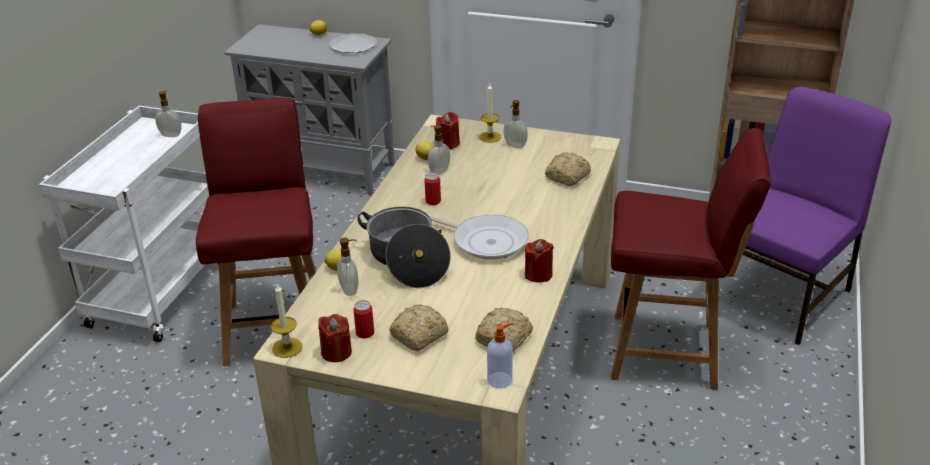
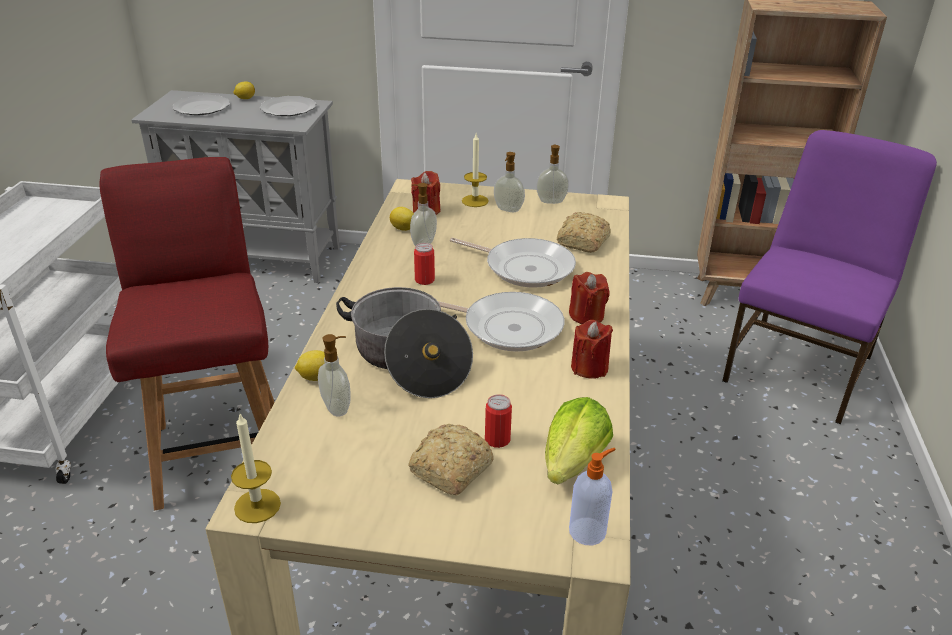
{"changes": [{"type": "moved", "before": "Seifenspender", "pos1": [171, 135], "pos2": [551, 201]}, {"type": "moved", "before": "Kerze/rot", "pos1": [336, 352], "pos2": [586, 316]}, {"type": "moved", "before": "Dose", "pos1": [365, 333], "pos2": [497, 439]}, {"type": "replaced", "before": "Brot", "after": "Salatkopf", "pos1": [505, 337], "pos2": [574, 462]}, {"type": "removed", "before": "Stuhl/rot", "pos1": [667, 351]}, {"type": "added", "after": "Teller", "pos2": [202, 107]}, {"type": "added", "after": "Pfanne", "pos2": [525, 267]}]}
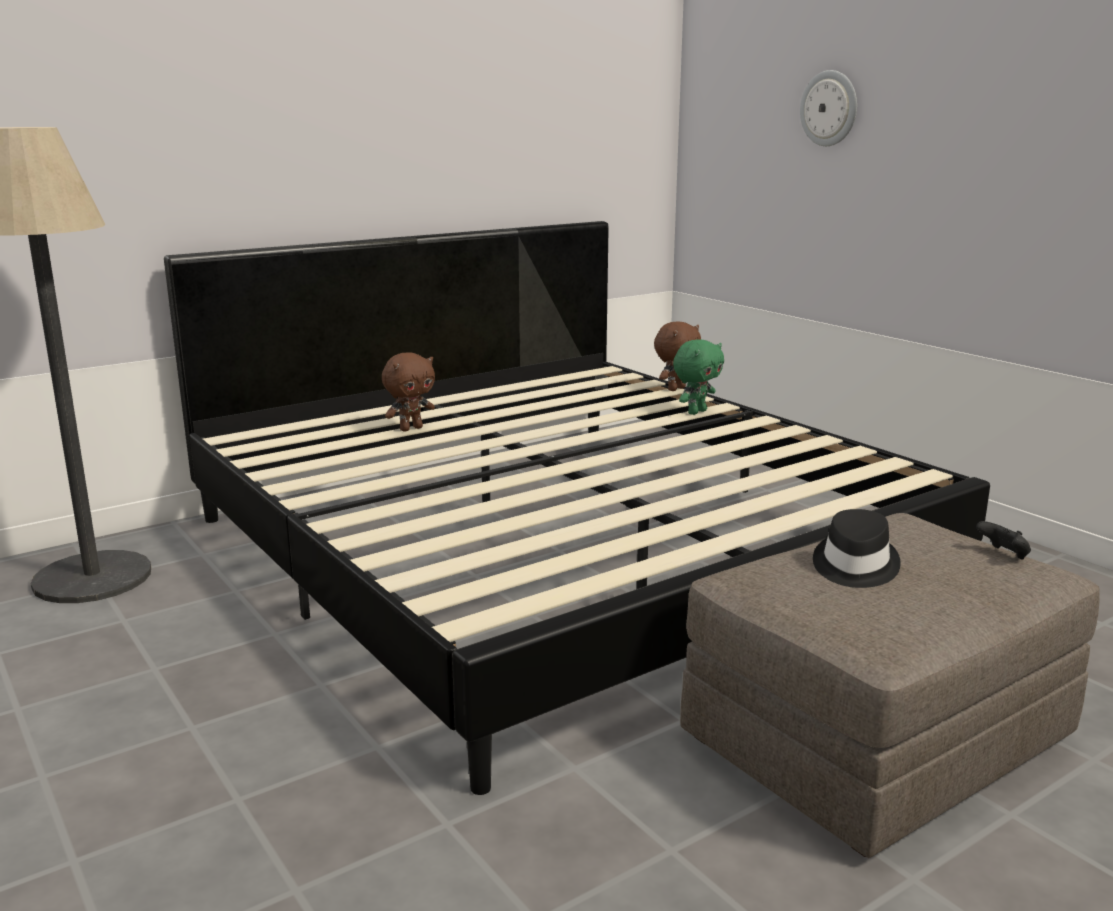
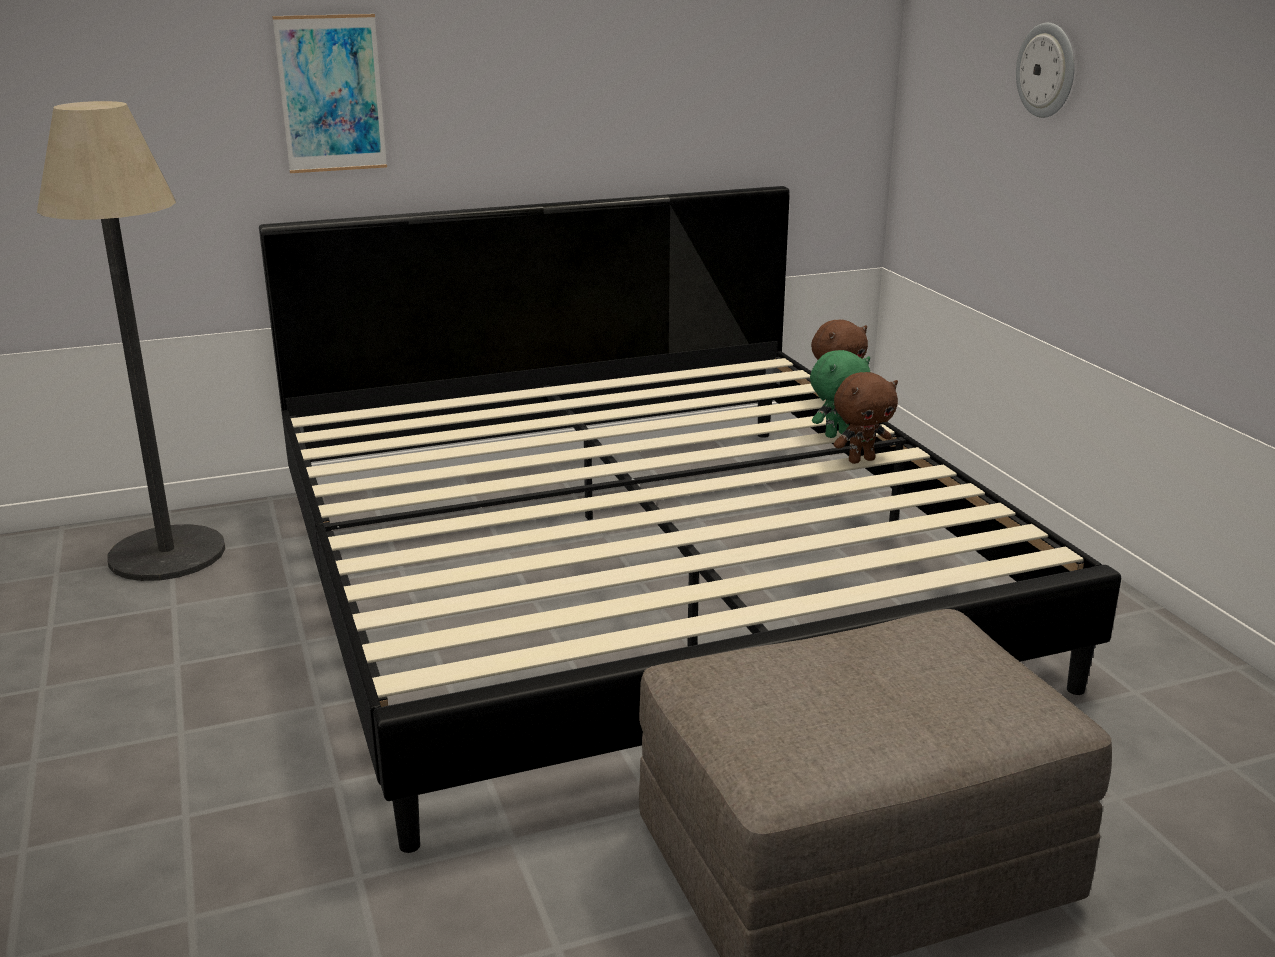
{"changes": [{"type": "moved", "before": "Plüschtier/braun", "pos1": [411, 428], "pos2": [861, 460]}, {"type": "removed", "before": "Hut/schwarz", "pos1": [854, 566]}, {"type": "removed", "before": "Gamepad/schwarz", "pos1": [1003, 555]}, {"type": "added", "after": "Bild", "pos2": [331, 94]}]}
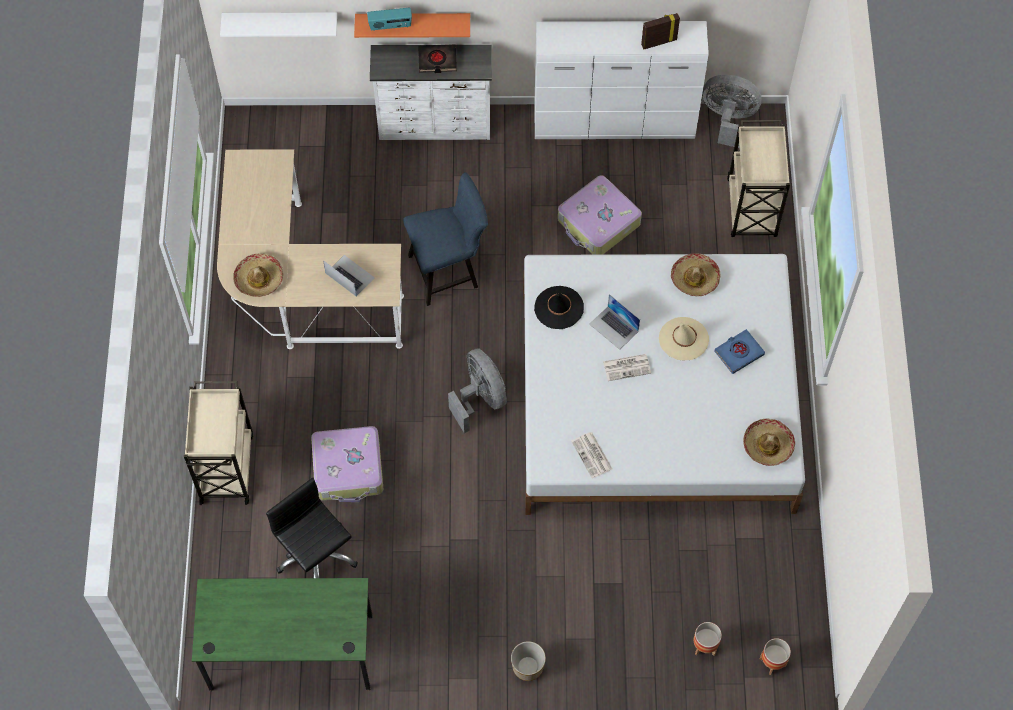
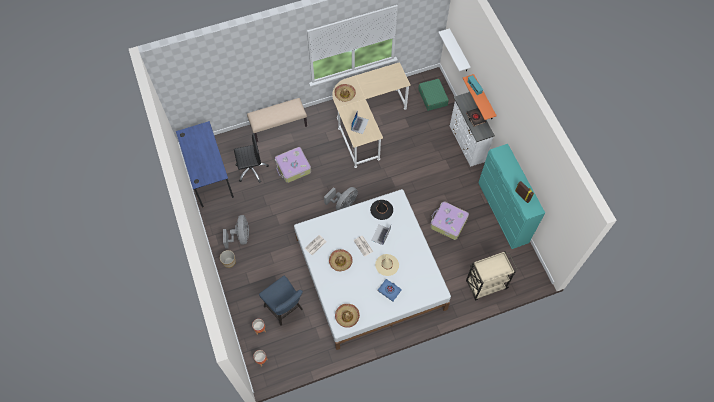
{"changes": [{"type": "replaced", "before": "Rollwagen/beige", "after": "Bank/beige", "pos1": [226, 466], "pos2": [279, 126]}, {"type": "recoloured", "before": "Schreibtisch/grün", "after": "Schreibtisch/blau", "pos1": [291, 652], "pos2": [209, 175]}, {"type": "turned", "before": "Bürostuhl/schwarz", "pos1": [316, 556], "pos2": [251, 169], "turn": 45}, {"type": "moved", "before": "Stuhl/blau", "pos1": [449, 271], "pos2": [285, 309]}, {"type": "recoloured", "before": "Kommode/weiß", "after": "Kommode/türkis", "pos1": [615, 125], "pos2": [502, 213]}, {"type": "moved", "before": "Hut", "pos1": [695, 278], "pos2": [340, 261]}, {"type": "moved", "before": "Ventilator/grau", "pos1": [729, 120], "pos2": [240, 237]}, {"type": "added", "after": "Koffer/grün", "pos2": [432, 97]}]}
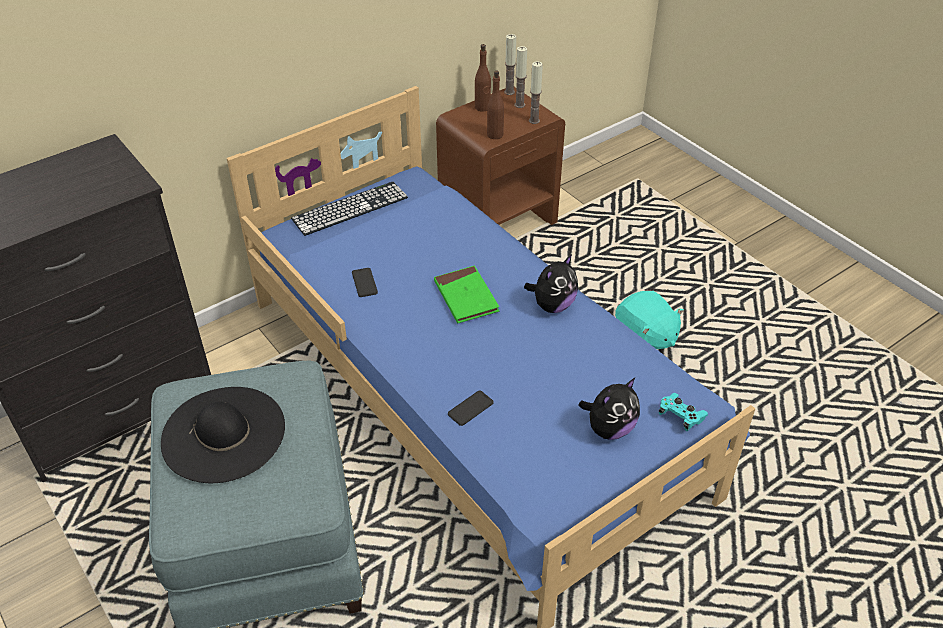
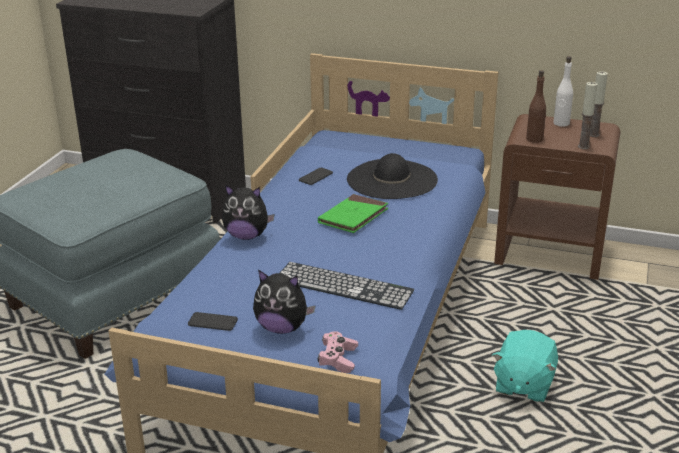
{"changes": [{"type": "moved", "before": "Hut/schwarz", "pos1": [224, 433], "pos2": [392, 179]}, {"type": "moved", "before": "Tastatur", "pos1": [350, 208], "pos2": [343, 285]}, {"type": "moved", "before": "Handy", "pos1": [470, 408], "pos2": [212, 322]}, {"type": "recoloured", "before": "Flasche/braun", "after": "Flasche/weiß", "pos1": [482, 107], "pos2": [561, 123]}, {"type": "removed", "before": "Kerze", "pos1": [509, 92]}, {"type": "moved", "before": "Plüschtier", "pos1": [552, 305], "pos2": [247, 236]}, {"type": "recoloured", "before": "Gamepad/türkis", "after": "Gamepad/rosa", "pos1": [680, 416], "pos2": [338, 359]}]}
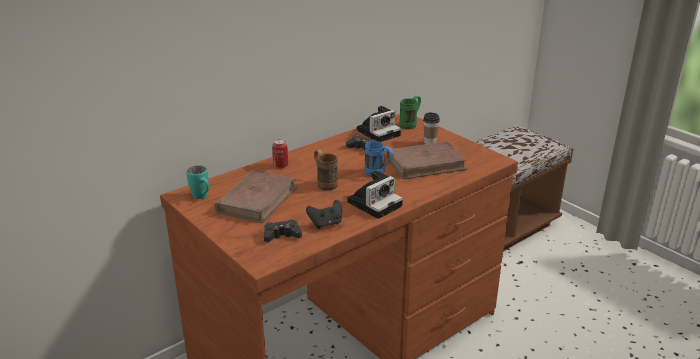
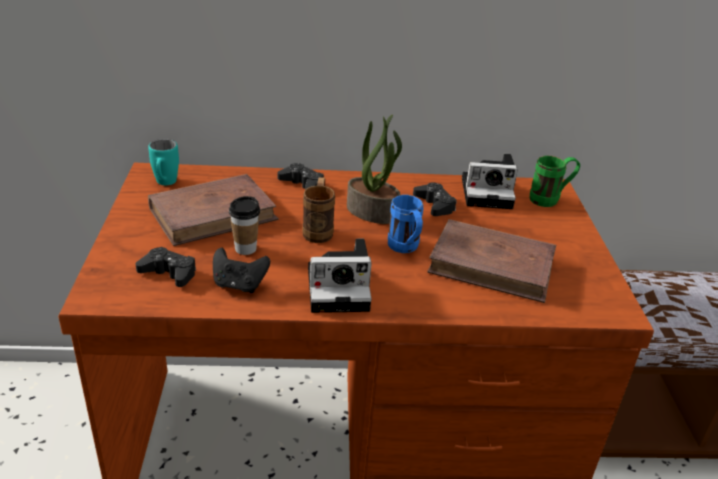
{"changes": [{"type": "replaced", "before": "Dose", "after": "Gamepad/schwarz", "pos1": [280, 165], "pos2": [302, 184]}, {"type": "moved", "before": "Tasse", "pos1": [430, 142], "pos2": [245, 249]}, {"type": "added", "after": "Topfpflanze", "pos2": [373, 212]}]}
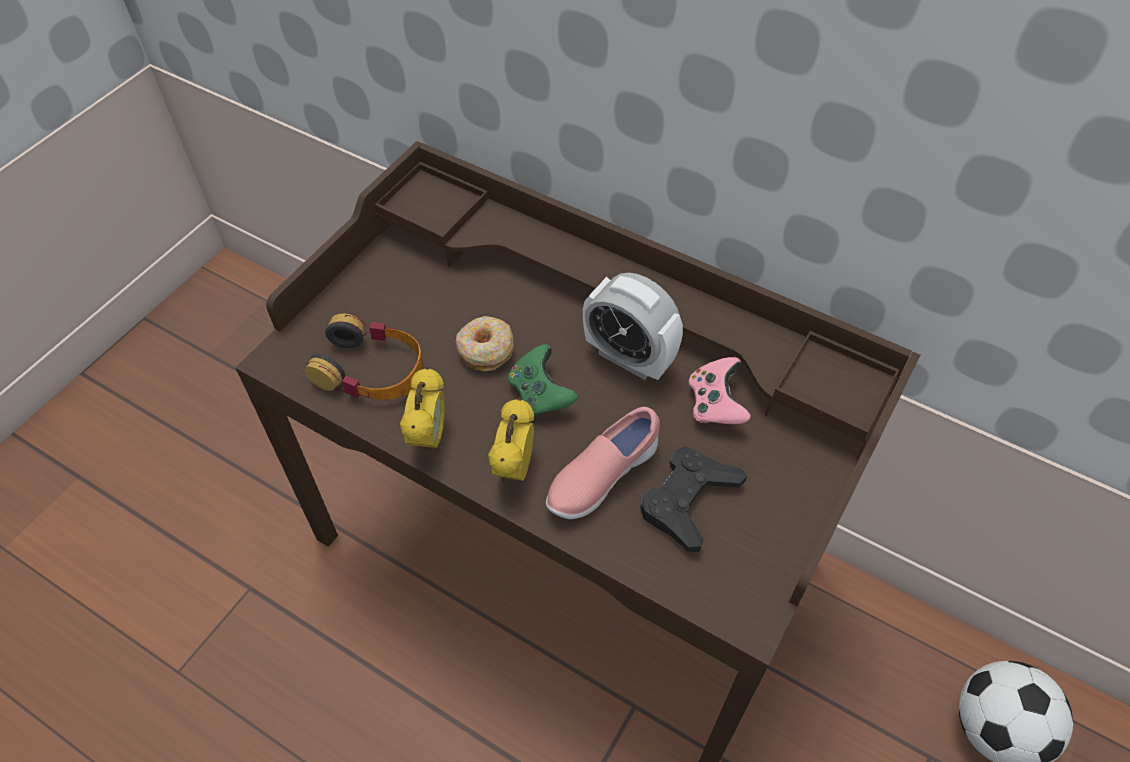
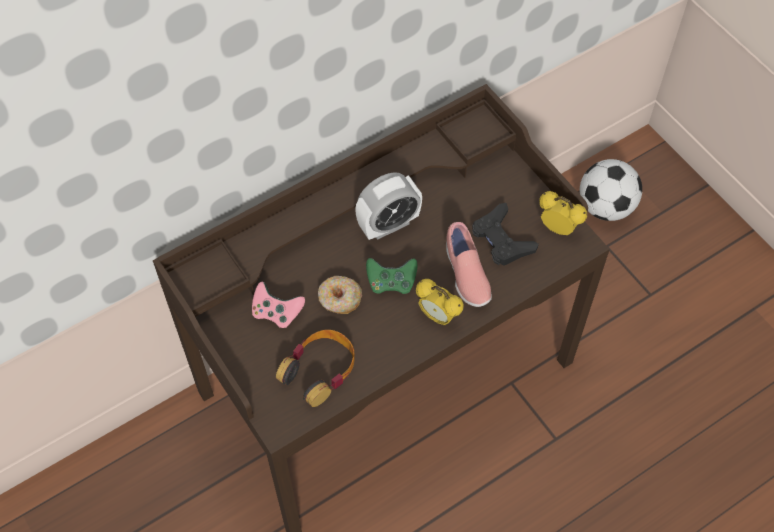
{"changes": [{"type": "moved", "before": "Wecker", "pos1": [429, 437], "pos2": [558, 228]}, {"type": "moved", "before": "Gamepad/rosa", "pos1": [715, 404], "pos2": [276, 312]}]}
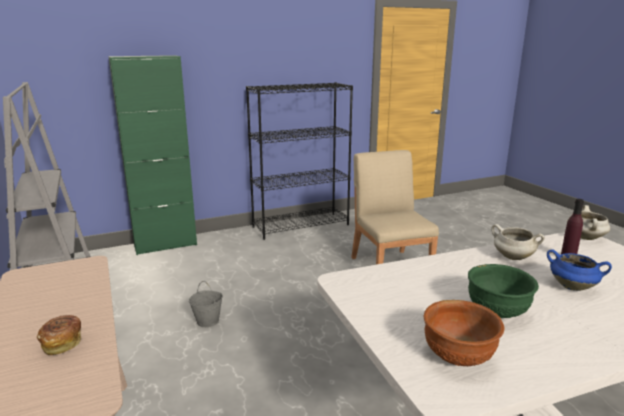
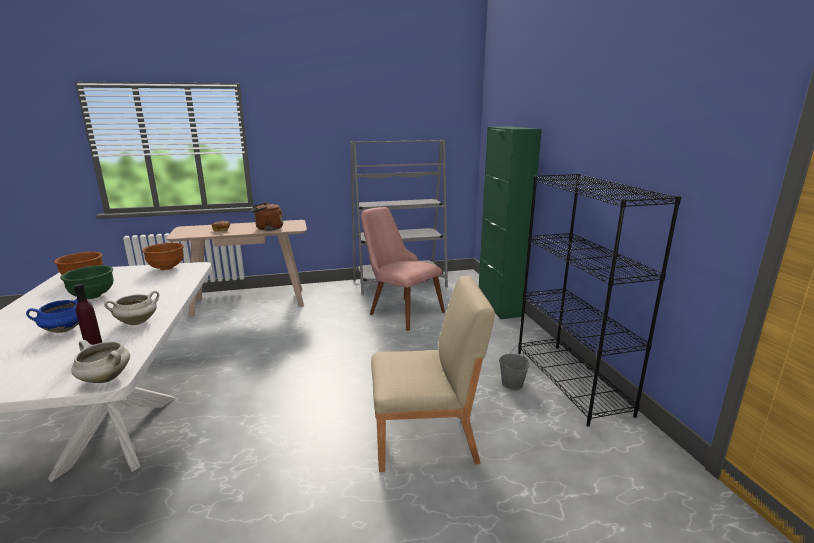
{"changes": [{"type": "moved", "before": "Eimer/grau", "pos1": [208, 321], "pos2": [512, 384]}, {"type": "added", "after": "Schüssel/braun", "pos2": [167, 268]}, {"type": "added", "after": "Wasserkessel/braun", "pos2": [267, 228]}, {"type": "added", "after": "Stuhl/rosa", "pos2": [399, 310]}]}
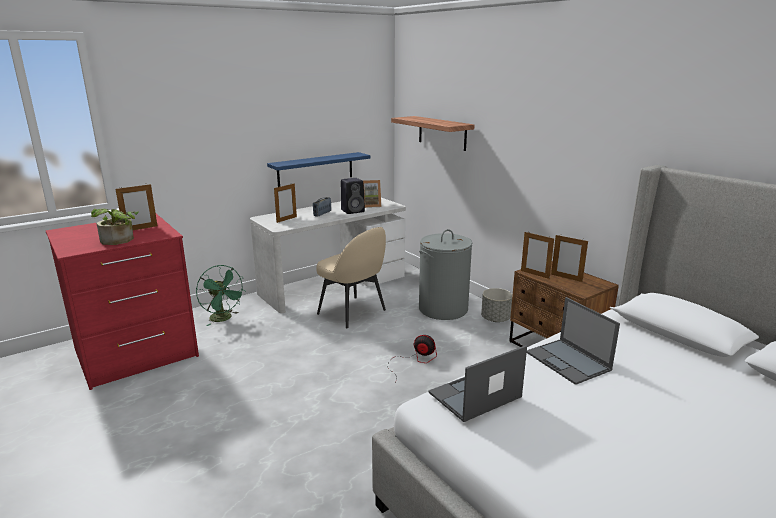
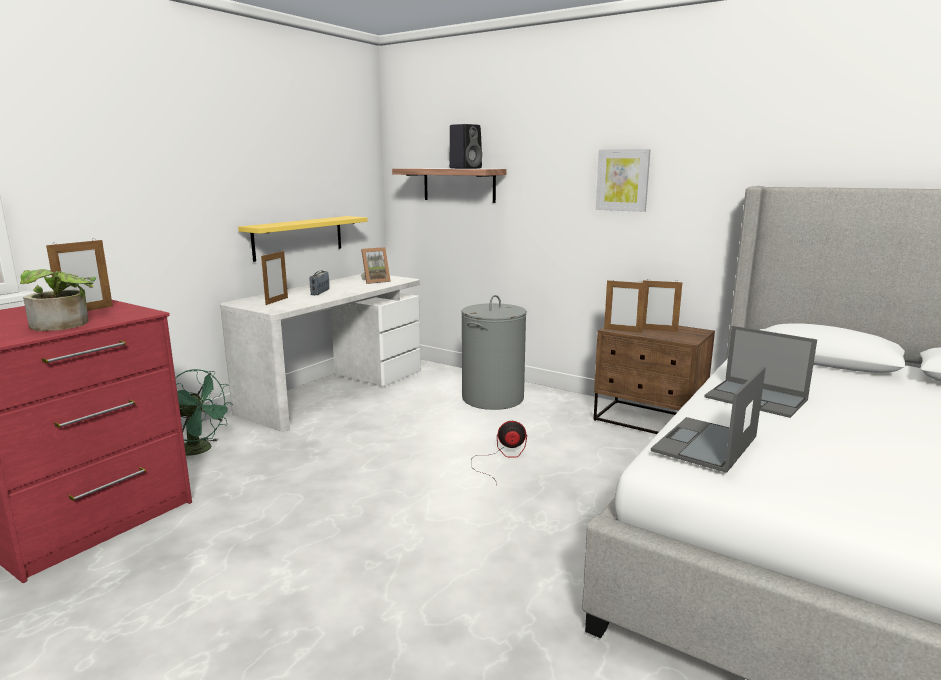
{"changes": [{"type": "recoloured", "before": "Wandregal/blau", "after": "Wandregal/gelb", "pos1": [315, 169], "pos2": [298, 237]}, {"type": "removed", "before": "Stuhl/beige", "pos1": [353, 312]}, {"type": "moved", "before": "Lautsprecher/schwarz", "pos1": [353, 211], "pos2": [466, 168]}, {"type": "removed", "before": "Pflanzkübel/grau", "pos1": [495, 319]}, {"type": "added", "after": "Bild", "pos2": [622, 180]}]}
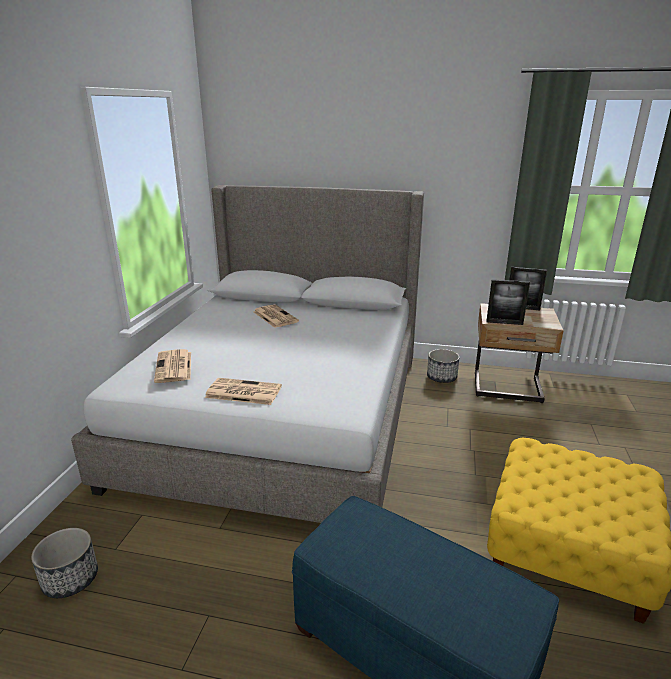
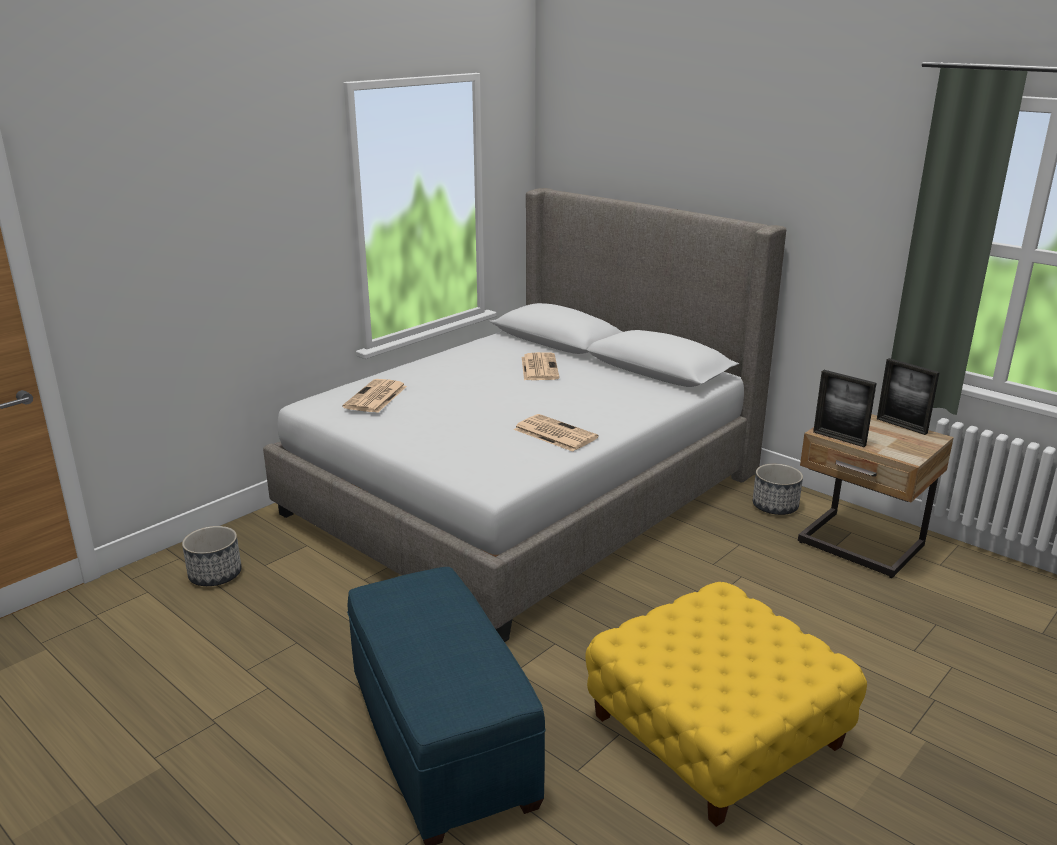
{"changes": [{"type": "moved", "before": "Zeitung", "pos1": [242, 392], "pos2": [554, 433]}]}
